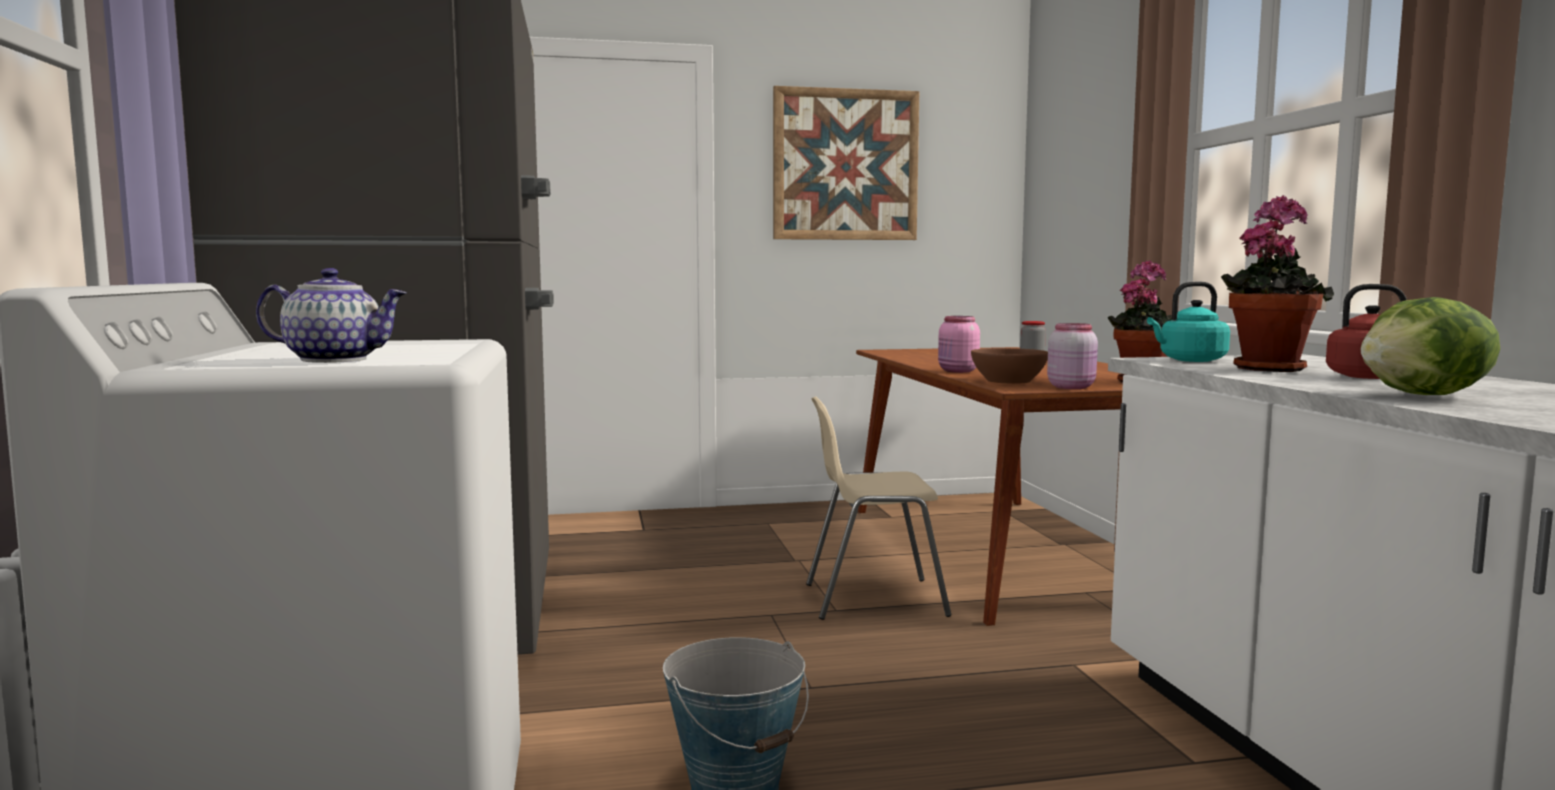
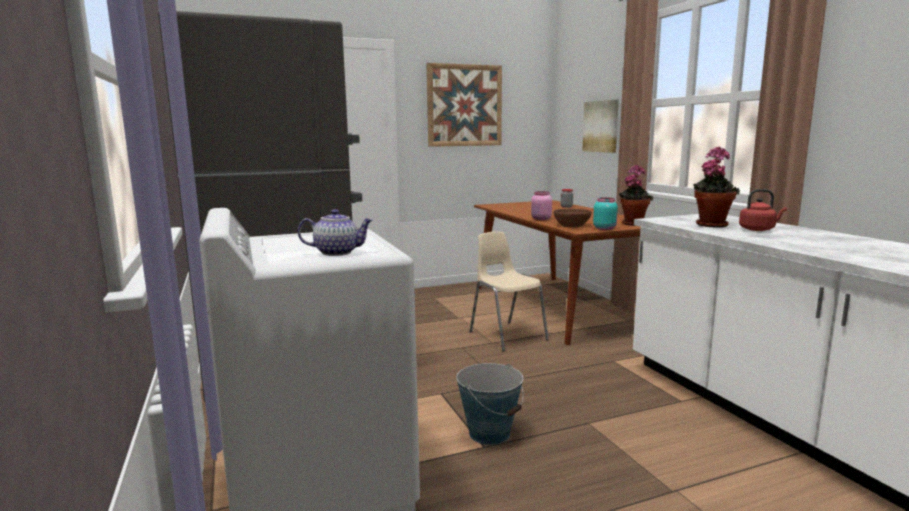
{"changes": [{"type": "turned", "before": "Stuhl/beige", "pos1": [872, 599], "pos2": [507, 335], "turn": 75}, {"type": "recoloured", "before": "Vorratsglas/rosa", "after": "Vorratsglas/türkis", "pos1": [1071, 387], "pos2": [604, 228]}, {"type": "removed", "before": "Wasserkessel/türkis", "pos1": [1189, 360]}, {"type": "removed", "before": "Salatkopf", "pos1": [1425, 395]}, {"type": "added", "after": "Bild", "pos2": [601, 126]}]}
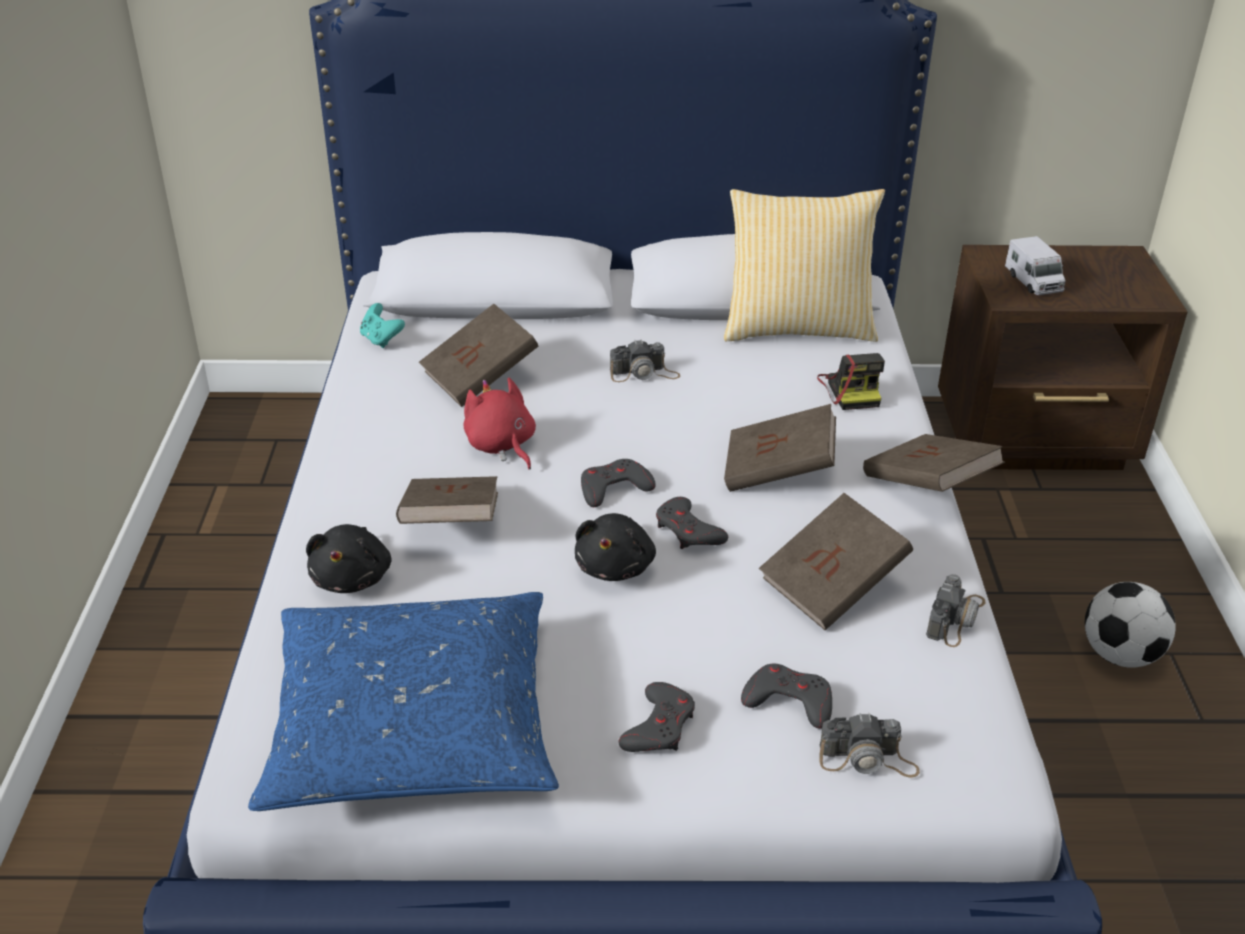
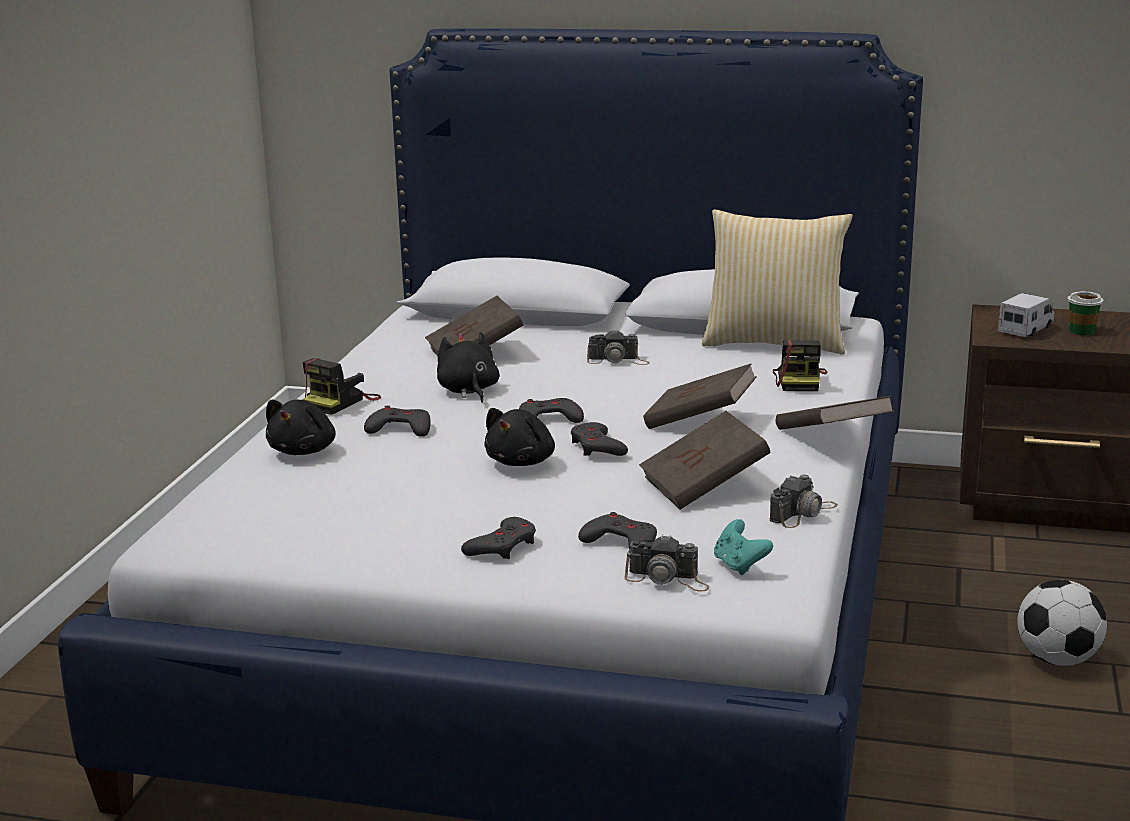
{"changes": [{"type": "removed", "before": "Kissen/blau", "pos1": [412, 724]}, {"type": "moved", "before": "Gamepad/türkis", "pos1": [381, 339], "pos2": [739, 565]}, {"type": "replaced", "before": "Buch/braun", "after": "Gamepad/grau", "pos1": [451, 524], "pos2": [400, 429]}, {"type": "recoloured", "before": "Plüschtier/rot", "after": "Plüschtier/schwarz", "pos1": [501, 446], "pos2": [468, 391]}, {"type": "turned", "before": "Spielzeuglaster", "pos1": [1033, 282], "pos2": [1026, 329], "turn": -135}, {"type": "added", "after": "Kamera", "pos2": [341, 402]}, {"type": "added", "after": "Tasse", "pos2": [1082, 331]}]}
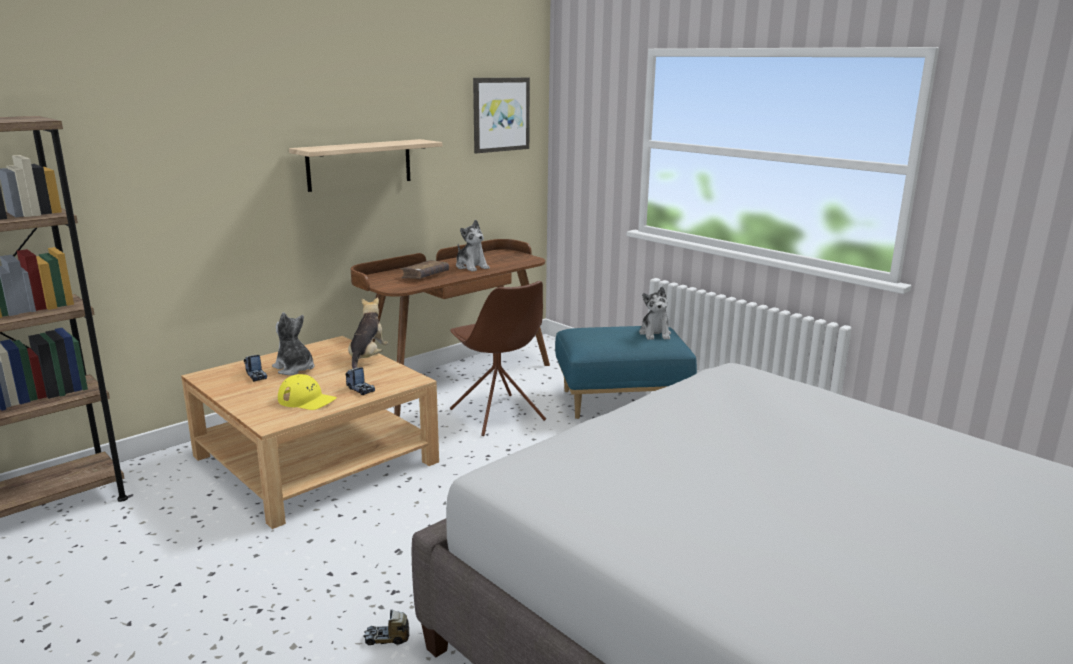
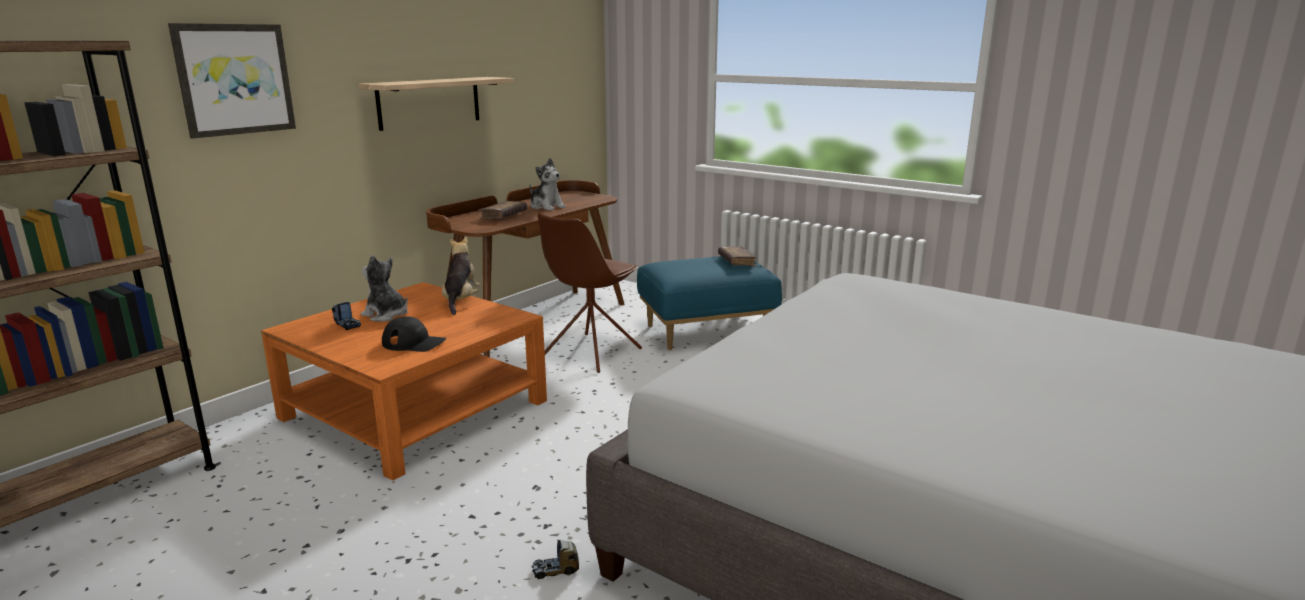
{"changes": [{"type": "recoloured", "before": "Couchtisch/beige", "after": "Couchtisch/orange", "pos1": [315, 459], "pos2": [415, 409]}, {"type": "recoloured", "before": "Kappe/gelb", "after": "Kappe/schwarz", "pos1": [307, 400], "pos2": [414, 343]}, {"type": "removed", "before": "Spielzeuglaster", "pos1": [360, 389]}, {"type": "turned", "before": "Stuhl/braun", "pos1": [498, 415], "pos2": [590, 353], "turn": 75}, {"type": "moved", "before": "Bild", "pos1": [500, 114], "pos2": [234, 79]}, {"type": "replaced", "before": "Plüschtier", "after": "Buch/braun", "pos1": [655, 334], "pos2": [737, 262]}]}
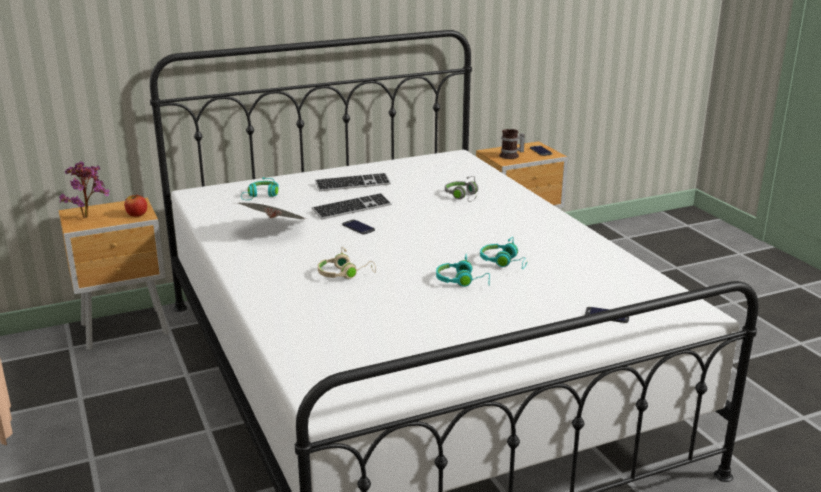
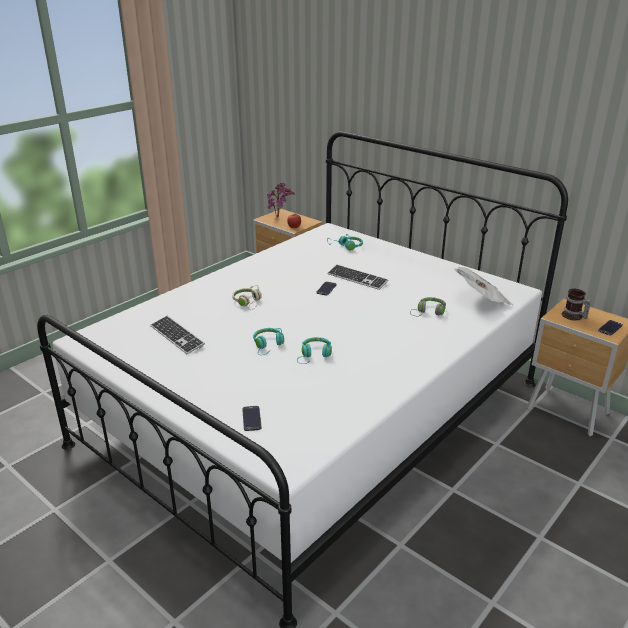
{"changes": [{"type": "moved", "before": "Zeitung", "pos1": [275, 230], "pos2": [481, 300]}, {"type": "moved", "before": "Tastatur", "pos1": [353, 184], "pos2": [177, 336]}]}
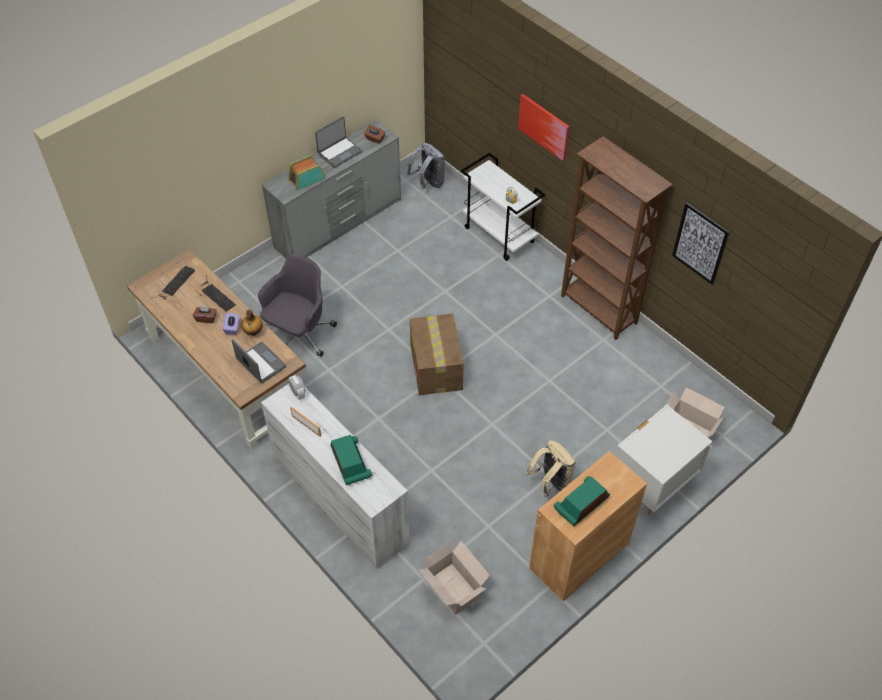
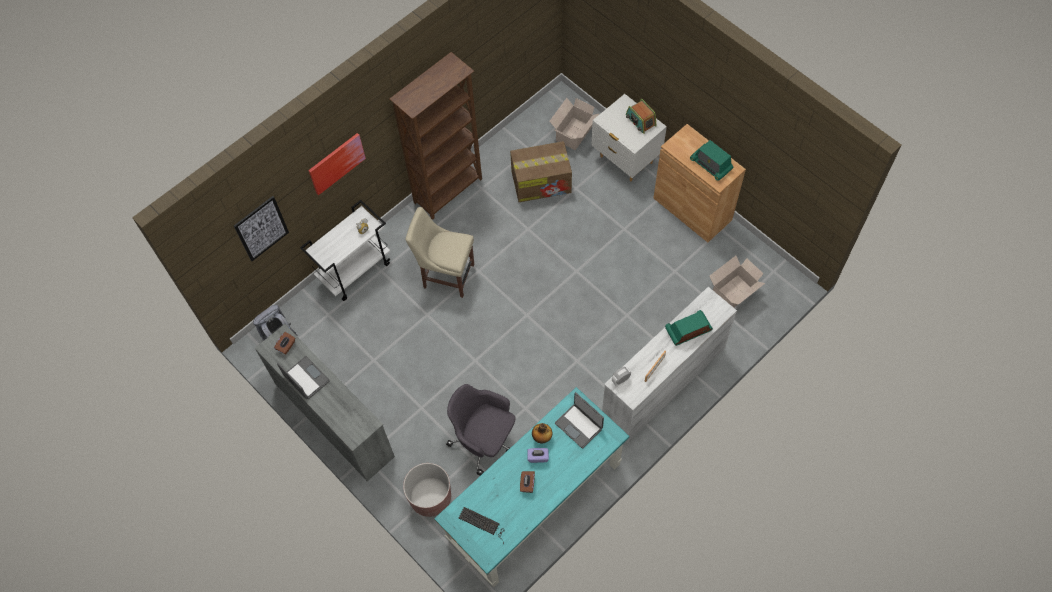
{"changes": [{"type": "recoloured", "before": "Schreibtisch/braun", "after": "Schreibtisch/türkis", "pos1": [226, 373], "pos2": [534, 502]}, {"type": "removed", "before": "Tastatur", "pos1": [216, 294]}, {"type": "turned", "before": "Laptop", "pos1": [260, 364], "pos2": [579, 425], "turn": -90}, {"type": "moved", "before": "Radio", "pos1": [306, 179], "pos2": [640, 120]}, {"type": "moved", "before": "Karton", "pos1": [436, 368], "pos2": [542, 182]}, {"type": "removed", "before": "Rucksack/beige", "pos1": [551, 482]}, {"type": "moved", "before": "Bild", "pos1": [700, 243], "pos2": [261, 228]}, {"type": "added", "after": "Pflanzkübel/braun", "pos2": [430, 497]}, {"type": "added", "after": "Stuhl/beige", "pos2": [446, 275]}]}
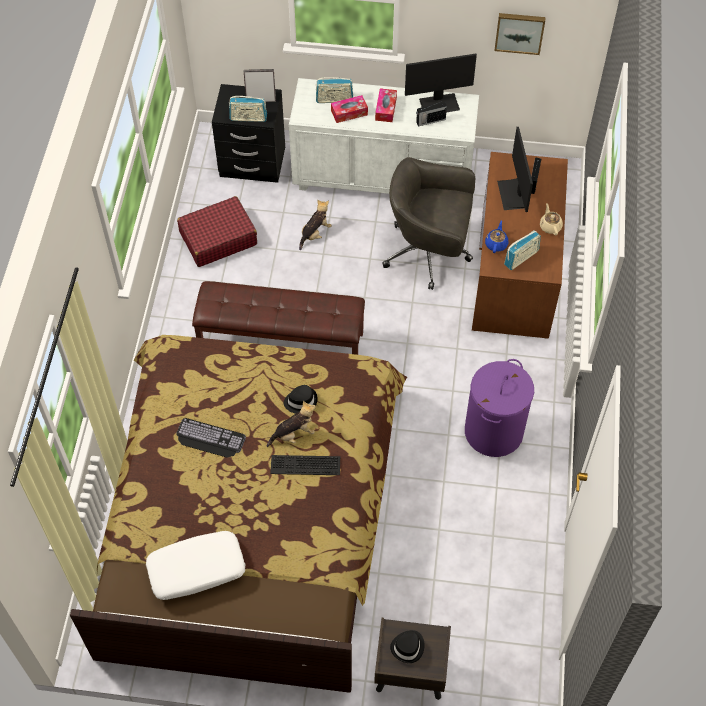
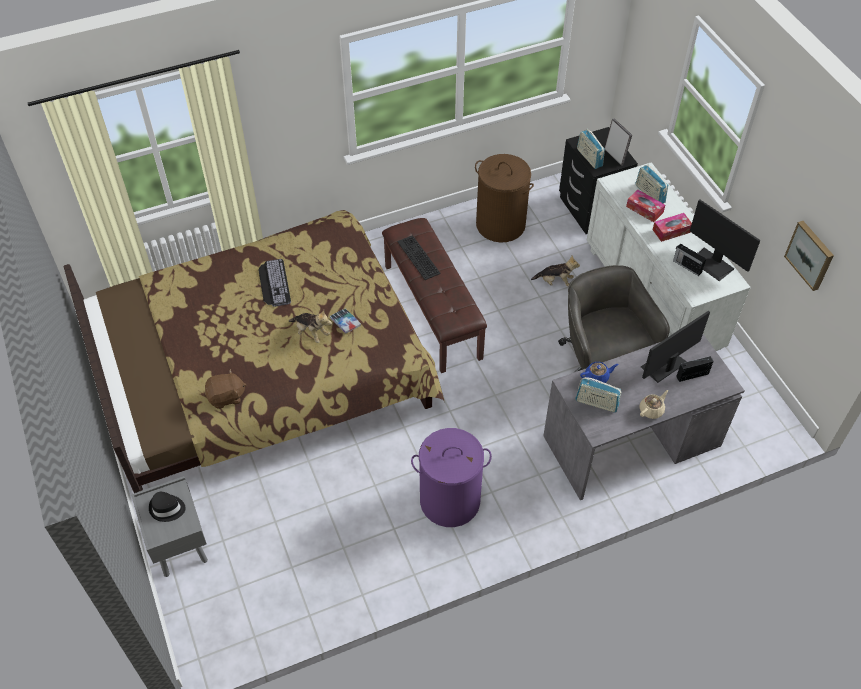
{"changes": [{"type": "removed", "before": "Kissen/weiß", "pos1": [196, 570]}, {"type": "replaced", "before": "Koffer/rot", "after": "Wäschekorb/braun", "pos1": [218, 238], "pos2": [500, 225]}, {"type": "moved", "before": "Tastatur", "pos1": [304, 466], "pos2": [417, 257]}, {"type": "replaced", "before": "Hut/schwarz", "after": "Buch", "pos1": [301, 401], "pos2": [345, 322]}, {"type": "recoloured", "before": "Nachttisch/braun", "after": "Nachttisch/grau", "pos1": [409, 673], "pos2": [178, 543]}, {"type": "recoloured", "before": "Schreibtisch/braun", "after": "Schreibtisch/grau", "pos1": [515, 273], "pos2": [631, 442]}, {"type": "added", "after": "Plüschtier/braun", "pos2": [226, 397]}]}
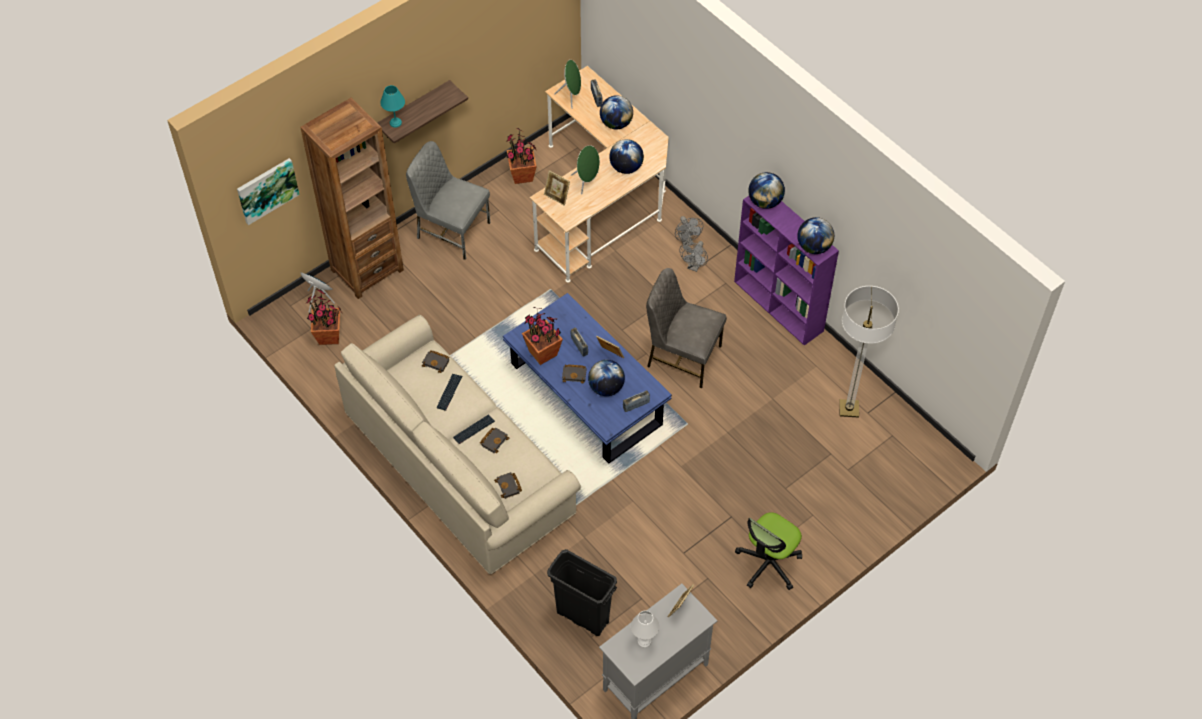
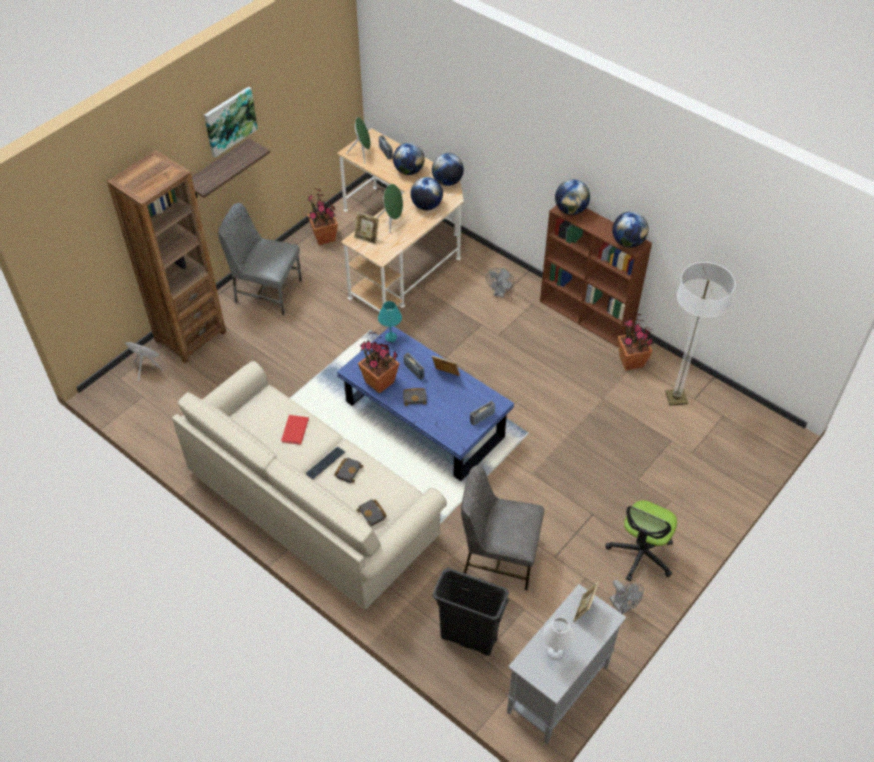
{"changes": [{"type": "moved", "before": "Bild", "pos1": [267, 190], "pos2": [229, 121]}, {"type": "moved", "before": "Topfpflanze", "pos1": [329, 336], "pos2": [631, 362]}, {"type": "moved", "before": "Tischlampe/türkis", "pos1": [396, 122], "pos2": [391, 337]}, {"type": "removed", "before": "Buch/schwarz", "pos1": [437, 362]}, {"type": "replaced", "before": "Tastatur", "after": "Buch/rot", "pos1": [449, 392], "pos2": [294, 431]}, {"type": "moved", "before": "Globus", "pos1": [606, 388], "pos2": [447, 181]}, {"type": "moved", "before": "Stuhl/grau", "pos1": [682, 356], "pos2": [499, 556]}, {"type": "moved", "before": "Ventilator/grau", "pos1": [687, 241], "pos2": [622, 607]}, {"type": "recoloured", "before": "Bücherregal/lila", "after": "Bücherregal/braun", "pos1": [779, 306], "pos2": [586, 317]}]}
